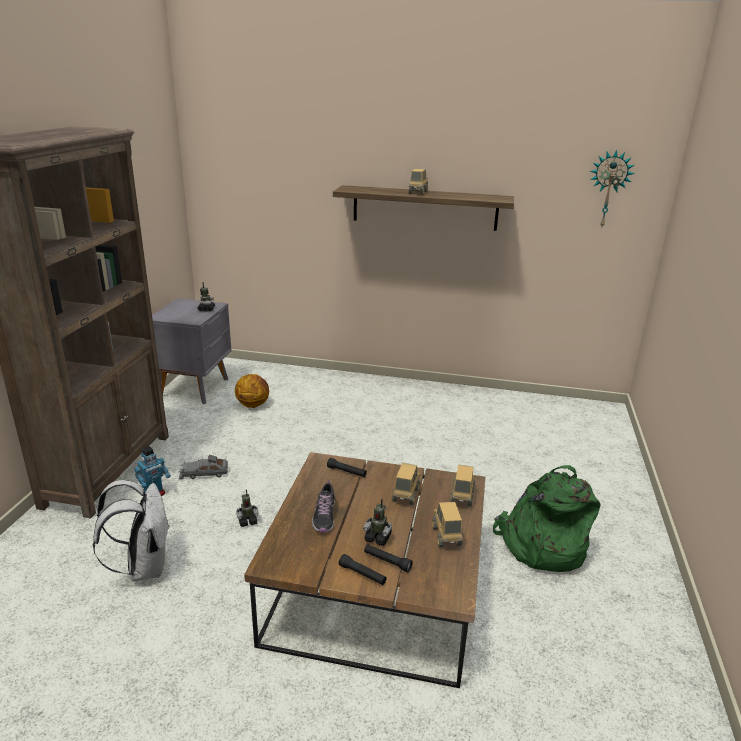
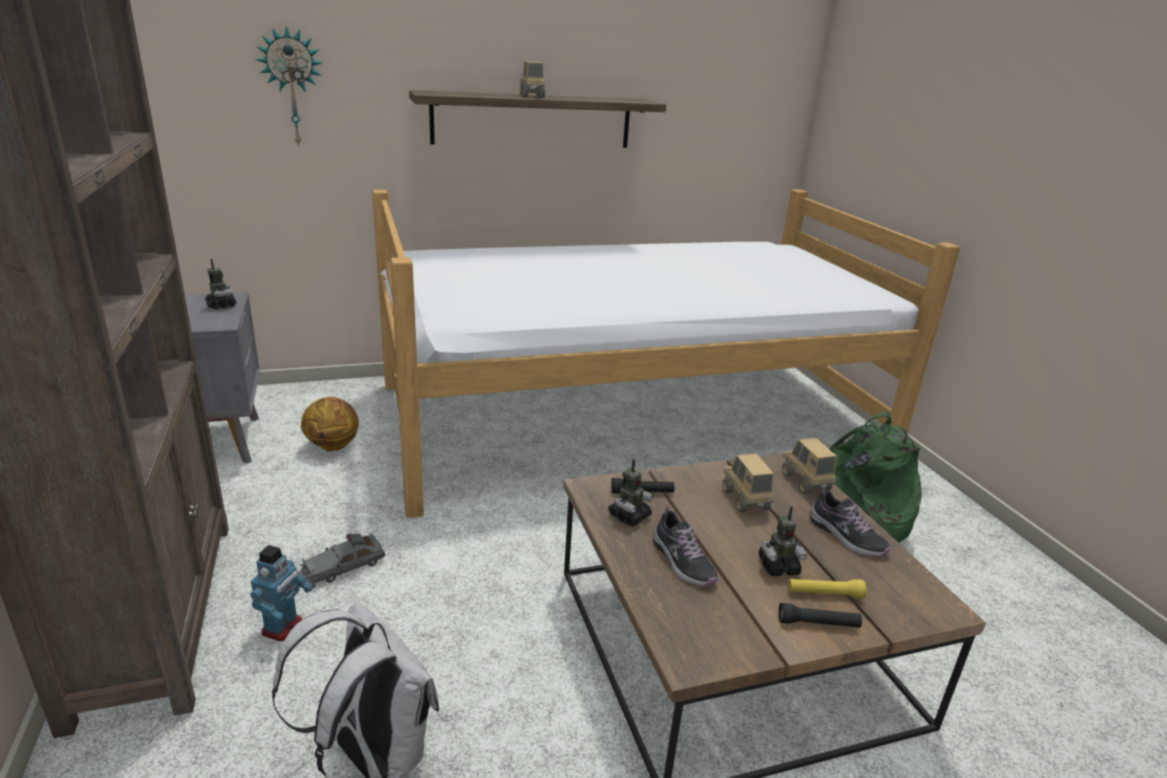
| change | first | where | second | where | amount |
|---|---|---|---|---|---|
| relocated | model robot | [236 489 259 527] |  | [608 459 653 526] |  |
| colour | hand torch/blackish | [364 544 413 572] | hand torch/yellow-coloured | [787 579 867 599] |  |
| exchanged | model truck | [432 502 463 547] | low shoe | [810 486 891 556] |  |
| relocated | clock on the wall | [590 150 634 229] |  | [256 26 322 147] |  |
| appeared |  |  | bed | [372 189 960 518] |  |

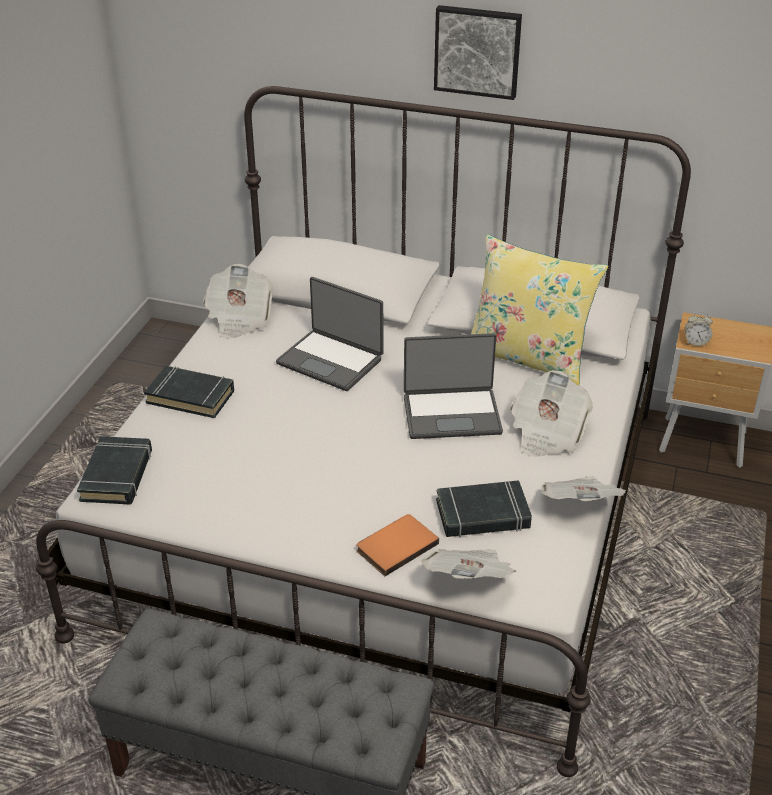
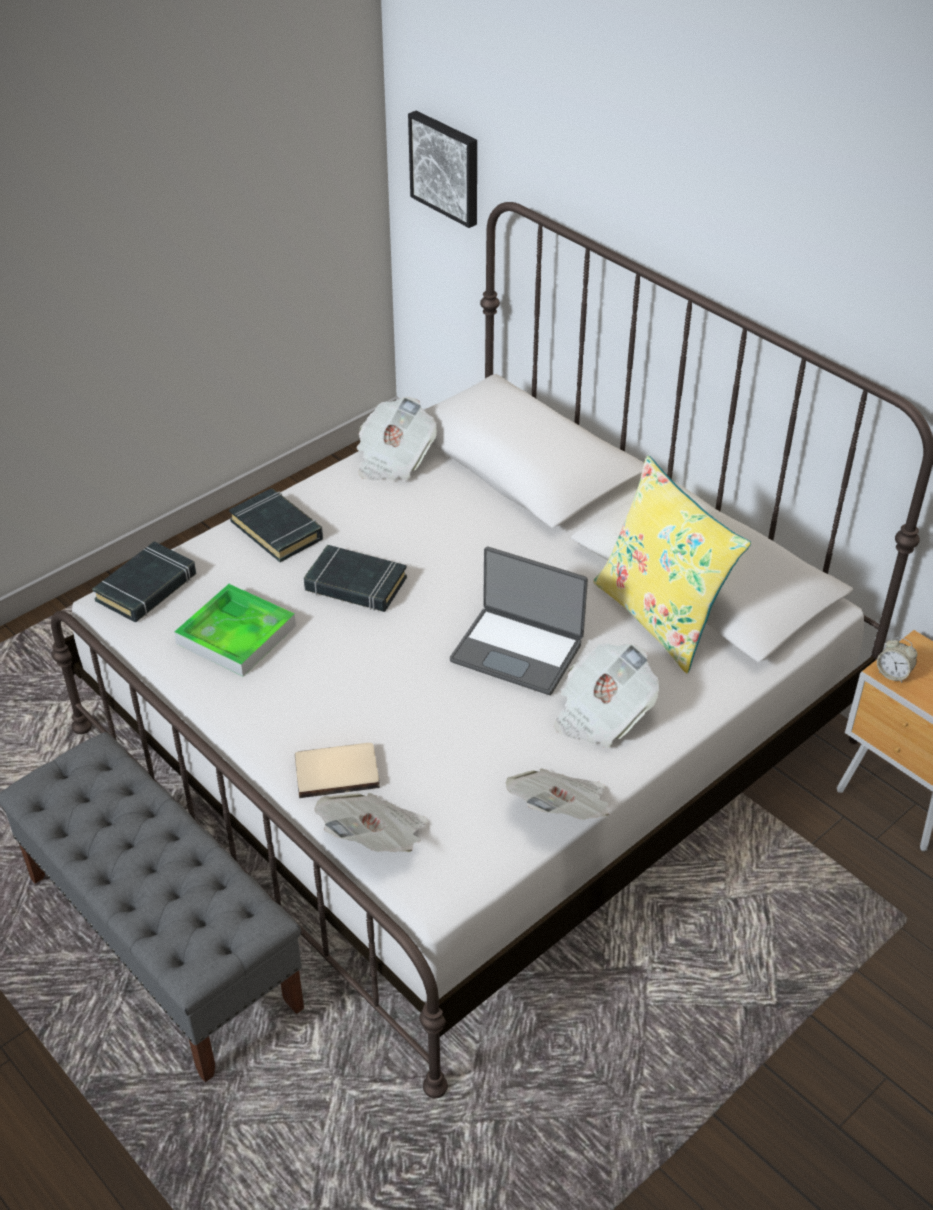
| change | first | where | second | where | amount |
|---|---|---|---|---|---|
| missing | laptop | [276 277 383 391] |  |  |  |
| colour | book/orange-coloured | [357 514 439 576] | book/beige-coloured | [295 743 380 798] |  |
| relocated | wall picture | [434 5 522 100] |  | [408 111 477 228] |  |
| relocated | book/blackish | [436 480 532 537] |  | [304 545 407 612] |  |
| appeared |  |  | carrying tray | [174 584 296 676] |  |

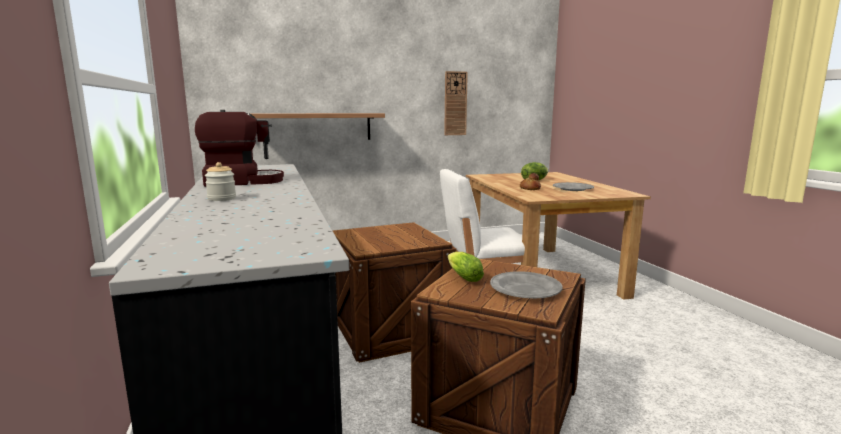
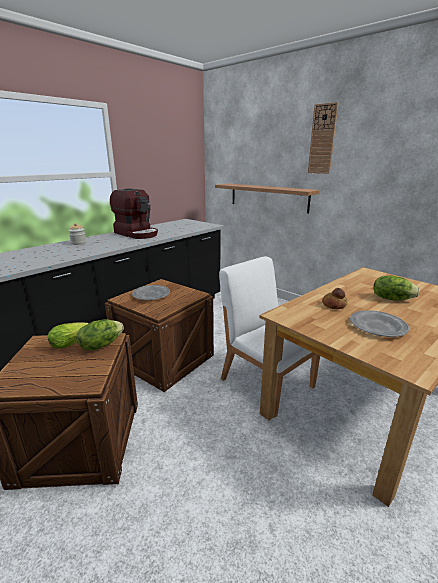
| change | first | where | second | where | amount |
|---|---|---|---|---|---|
| relocated | clock on the wall | [444 71 468 135] |  | [308 102 339 174] |  |
| relocated | plate/greyish | [490 271 562 298] |  | [132 285 170 300] |  |
| appeared |  |  | lettuce head | [77 319 124 350] |  |

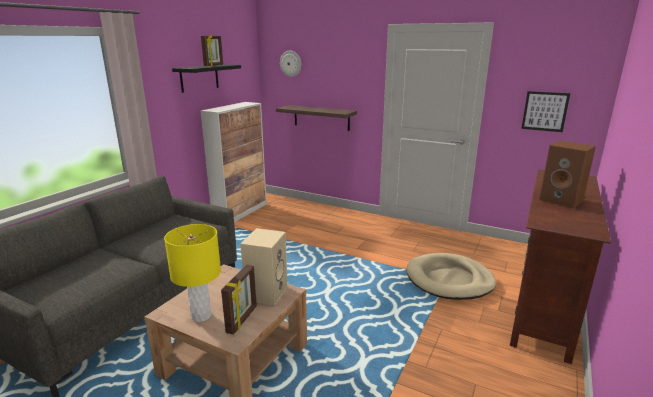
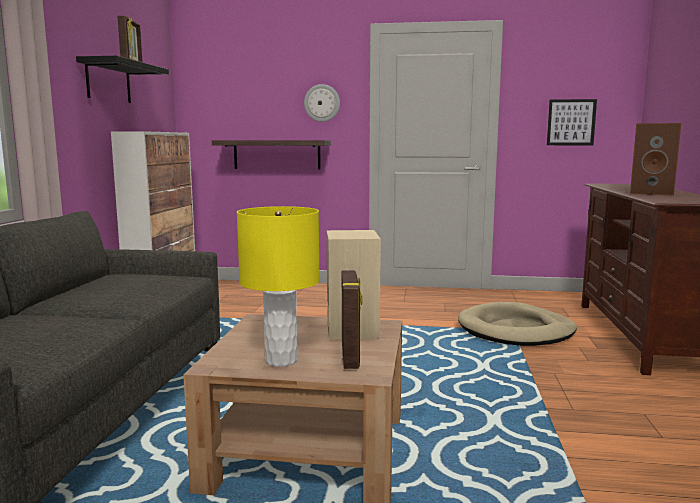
| change | first | where | second | where | amount |
|---|---|---|---|---|---|
| relocated | clock on the wall | [280 50 301 77] |  | [304 84 340 122] |  |

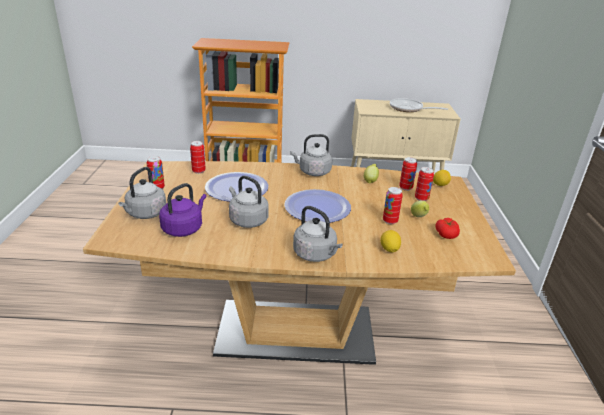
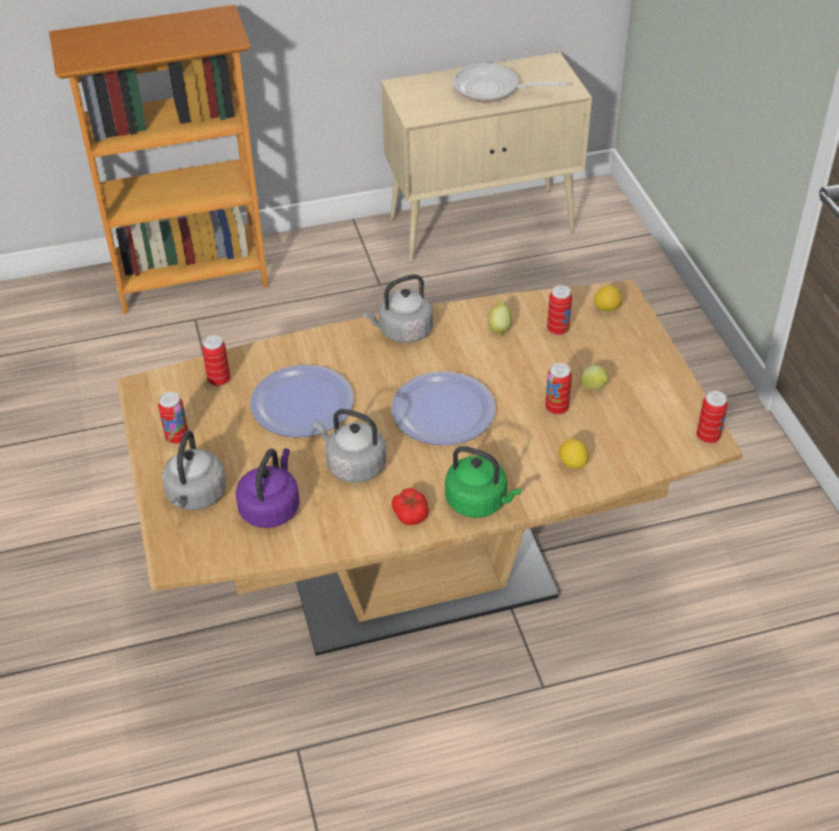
| change | first | where | second | where | amount |
|---|---|---|---|---|---|
| colour | kettle/greyish | [293 206 343 262] | kettle/greenish | [445 446 521 518] |  |
| relocated | sealed can | [415 167 434 201] |  | [697 391 728 444] |  |
| relocated | tomato | [435 218 460 239] |  | [392 488 429 525] |  |

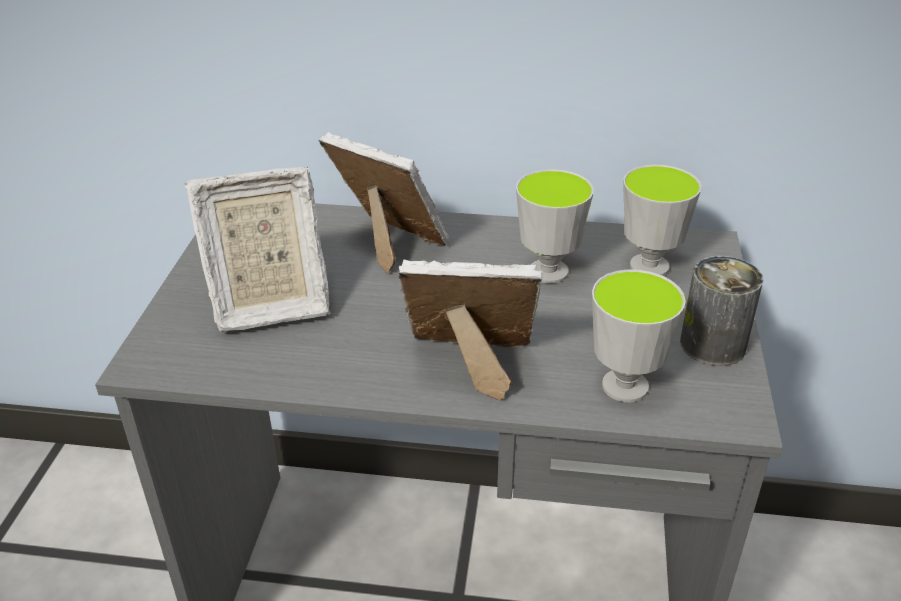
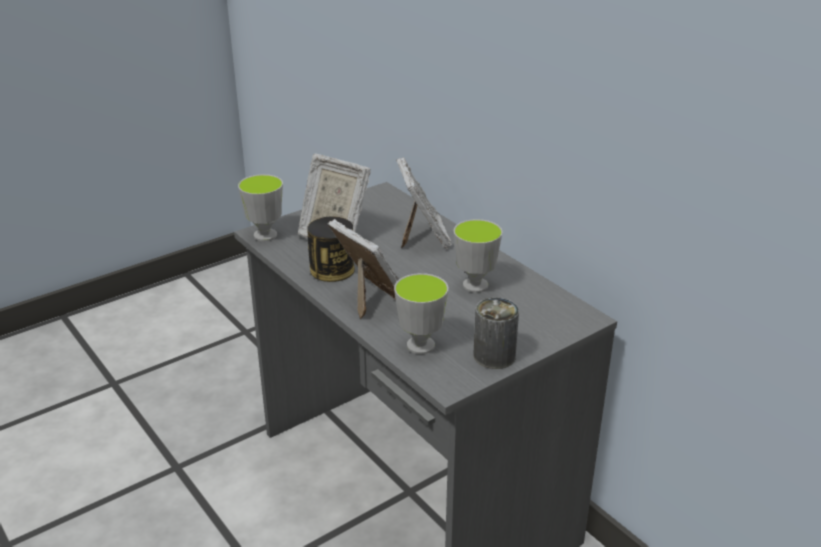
| change | first | where | second | where | amount |
|---|---|---|---|---|---|
| relocated | small cup | [623 165 702 276] |  | [238 174 283 241] |  |
| appeared |  |  | sealed can | [307 216 355 282] |  |

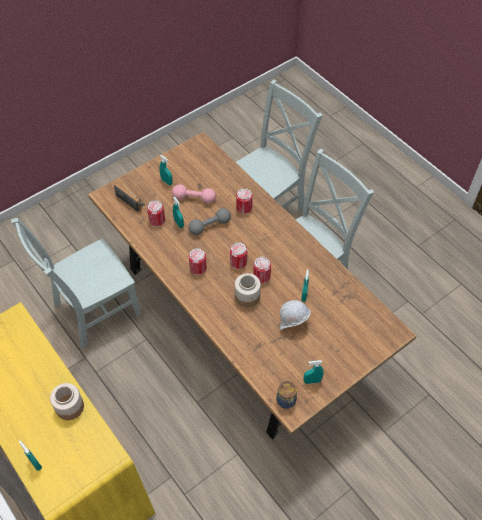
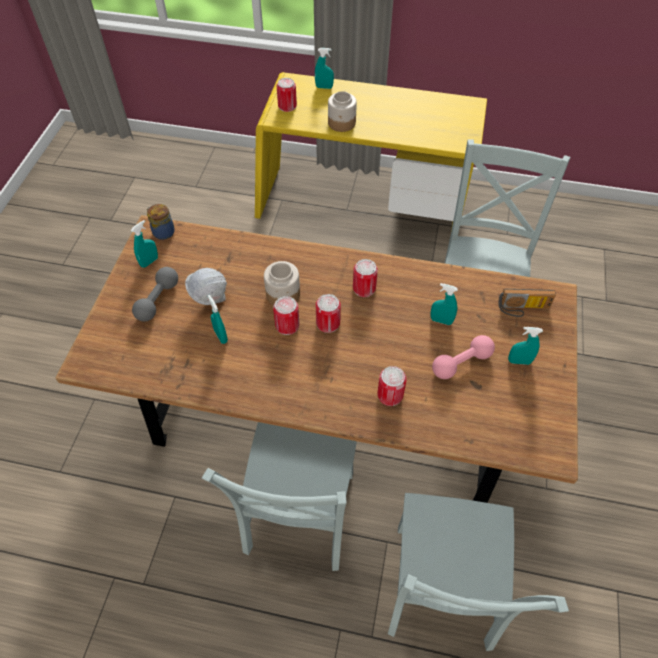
| change | first | where | second | where | amount |
|---|---|---|---|---|---|
| relocated | sealed can | [147 200 165 227] |  | [277 78 297 112] |  |
| relocated | hand weight/greyish | [188 208 231 235] |  | [132 267 178 322] |  |

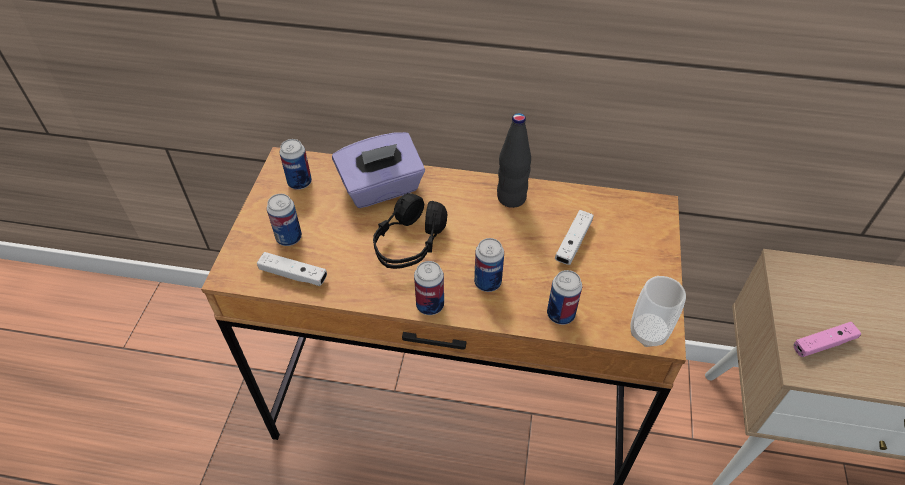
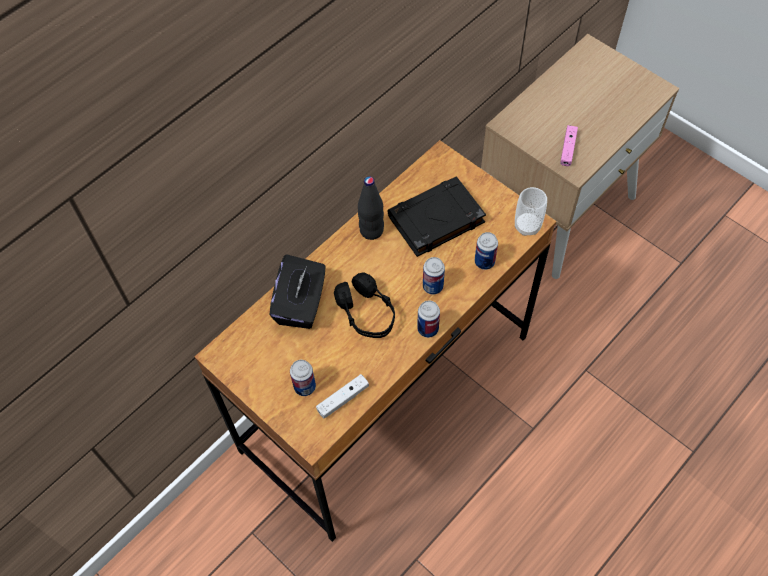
| change | first | where | second | where | amount |
|---|---|---|---|---|---|
| missing | sealed can | [280 139 312 190] |  |  |  |
| colour | tissue holder/purple | [332 132 425 208] | tissue holder/blackish | [269 254 326 329] |  |
| exchanged | game controller/whitish | [555 210 594 265] | book/blackish | [387 177 486 257] |  |

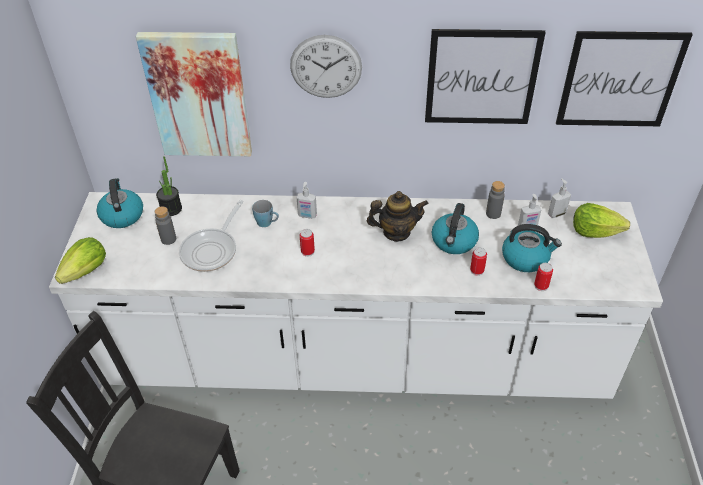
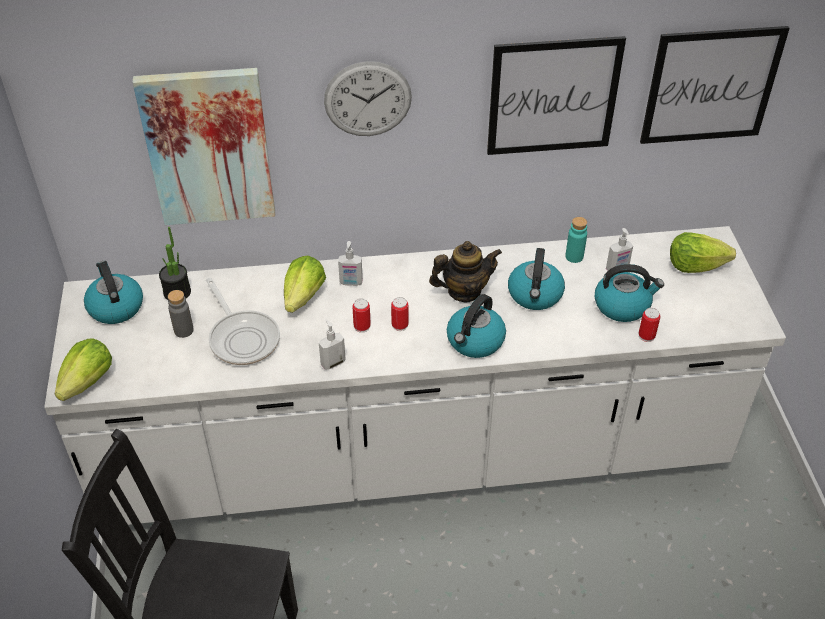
| change | first | where | second | where | amount |
|---|---|---|---|---|---|
| spun | pan | [179 200 244 272] |  | [206 278 280 365] | 45 degrees counterclockwise |
| exchanged | tea mug/bluish | [252 200 279 227] | lettuce head | [284 255 326 313] |  |
| relocated | sealed can | [470 247 487 276] |  | [391 297 409 331] |  |
| colour | drink bottle/greyish | [486 181 505 219] | drink bottle/blue-green | [565 217 587 263] |  |
| relocated | liquid soap bottle | [548 178 571 218] |  | [319 319 346 370] |  |
| appeared |  |  | kettle | [447 294 506 358] |  |

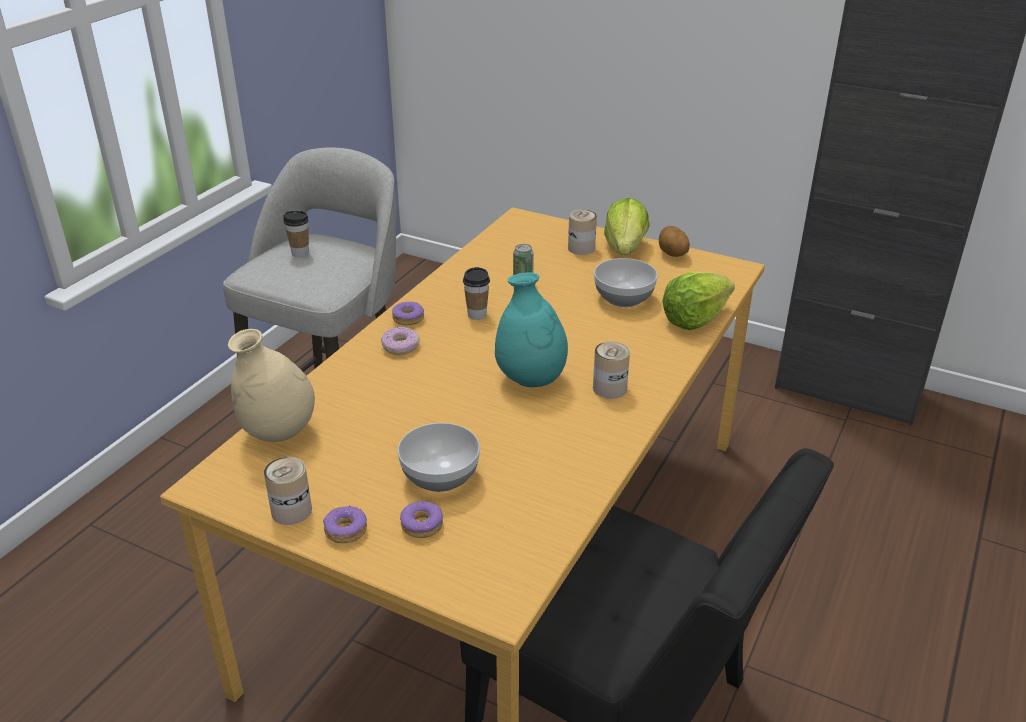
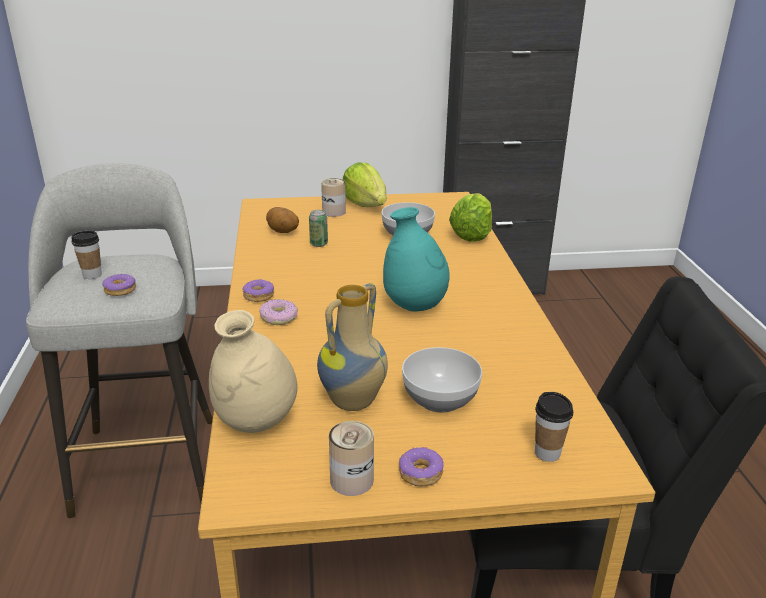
| change | first | where | second | where | amount |
|---|---|---|---|---|---|
| relocated | doughnut | [400 501 443 538] |  | [102 274 136 296] |  |
| relocated | small cup | [463 267 490 320] |  | [535 392 573 462] |  |
| missing | sealed can | [593 341 630 399] |  |  |  |
| relocated | whole potato | [659 226 690 257] |  | [266 207 299 233] |  |
| appeared |  |  | decorative vase | [317 283 388 411] |  |

